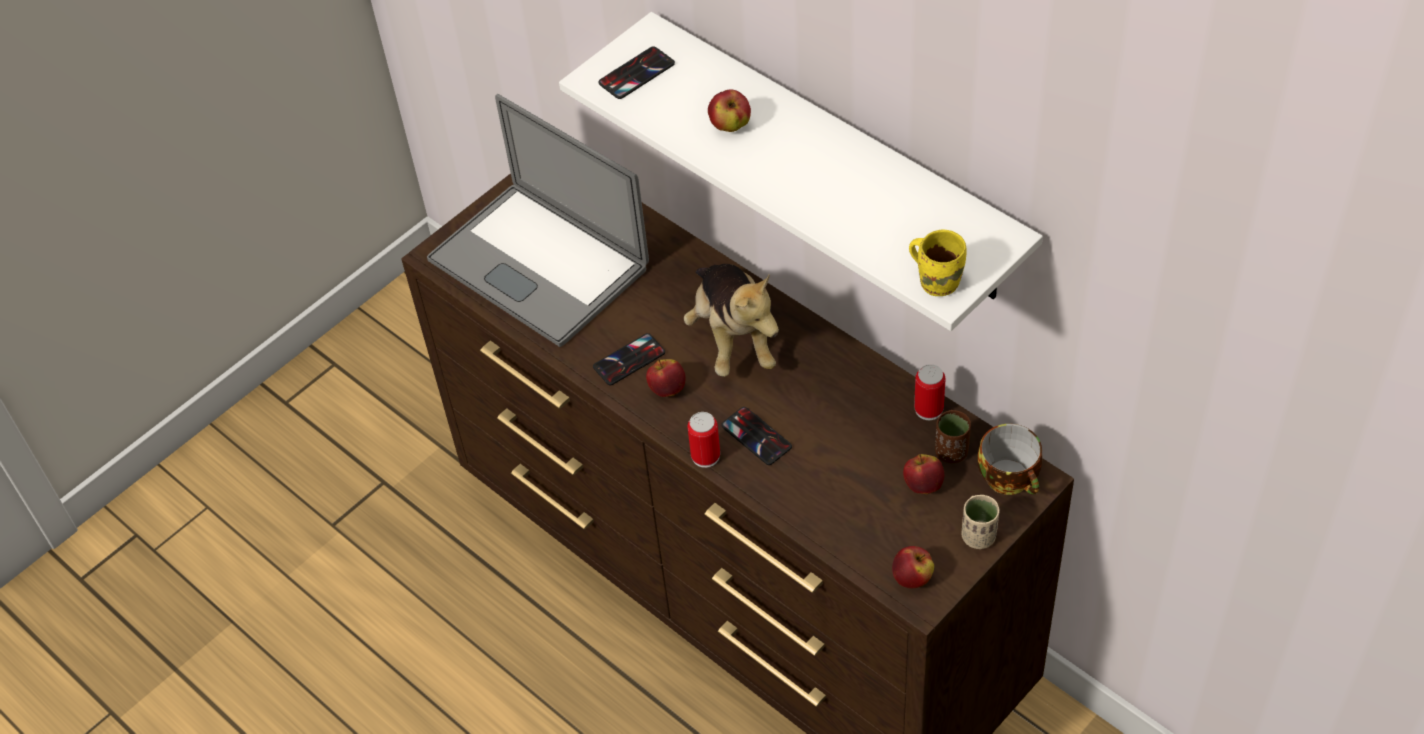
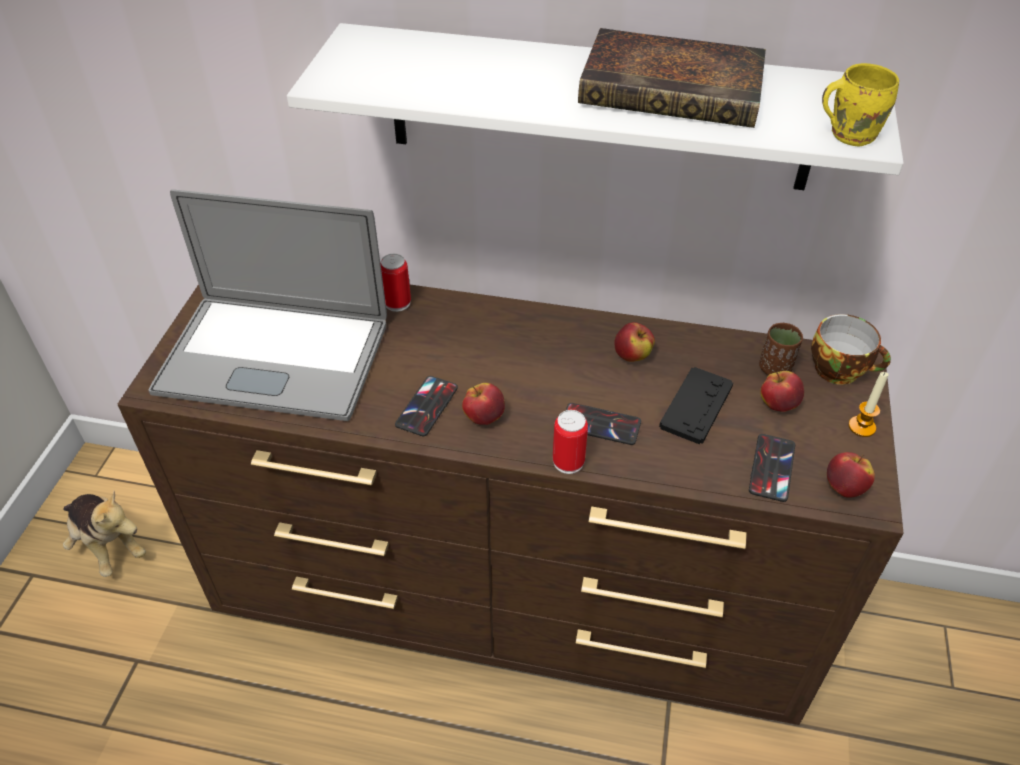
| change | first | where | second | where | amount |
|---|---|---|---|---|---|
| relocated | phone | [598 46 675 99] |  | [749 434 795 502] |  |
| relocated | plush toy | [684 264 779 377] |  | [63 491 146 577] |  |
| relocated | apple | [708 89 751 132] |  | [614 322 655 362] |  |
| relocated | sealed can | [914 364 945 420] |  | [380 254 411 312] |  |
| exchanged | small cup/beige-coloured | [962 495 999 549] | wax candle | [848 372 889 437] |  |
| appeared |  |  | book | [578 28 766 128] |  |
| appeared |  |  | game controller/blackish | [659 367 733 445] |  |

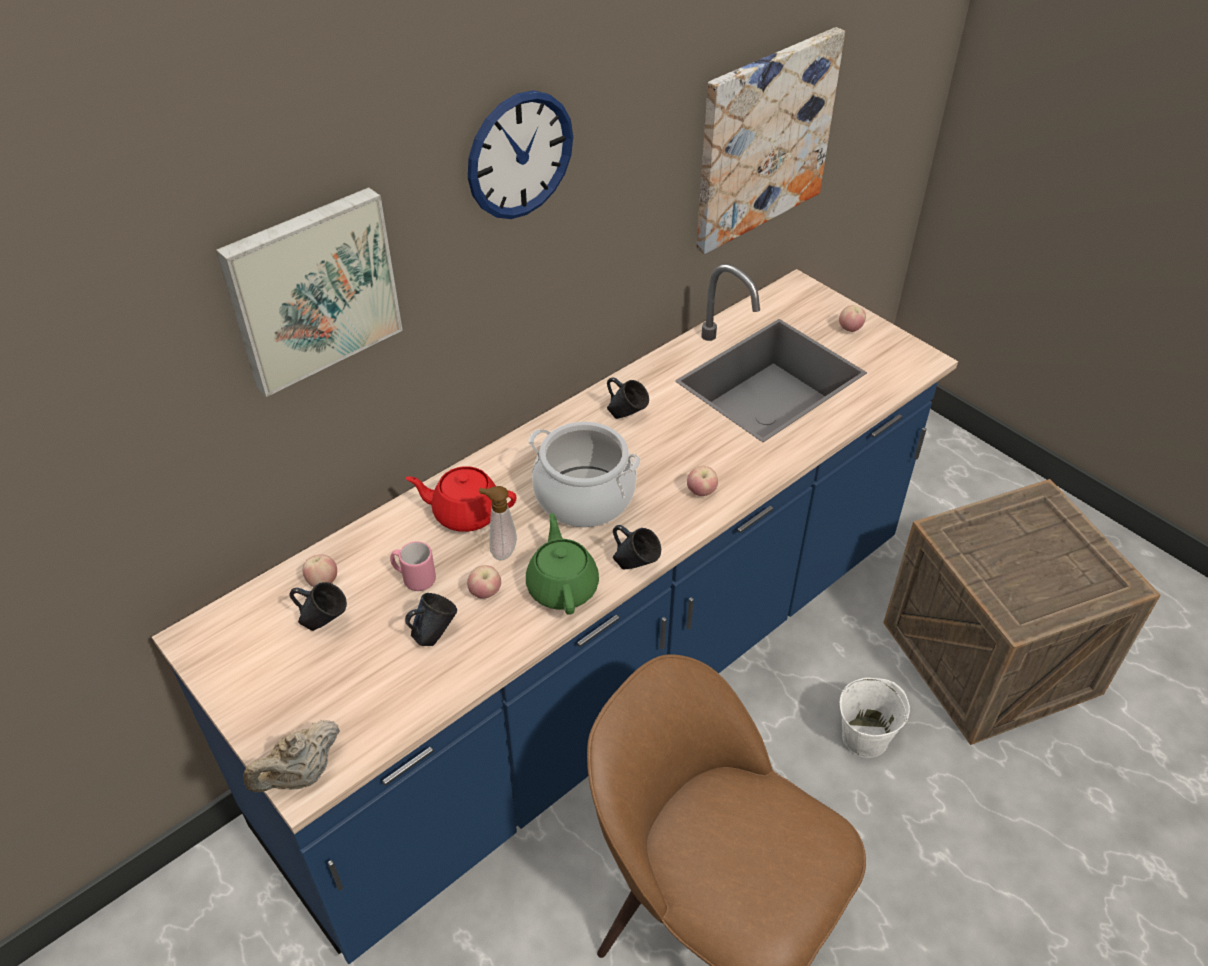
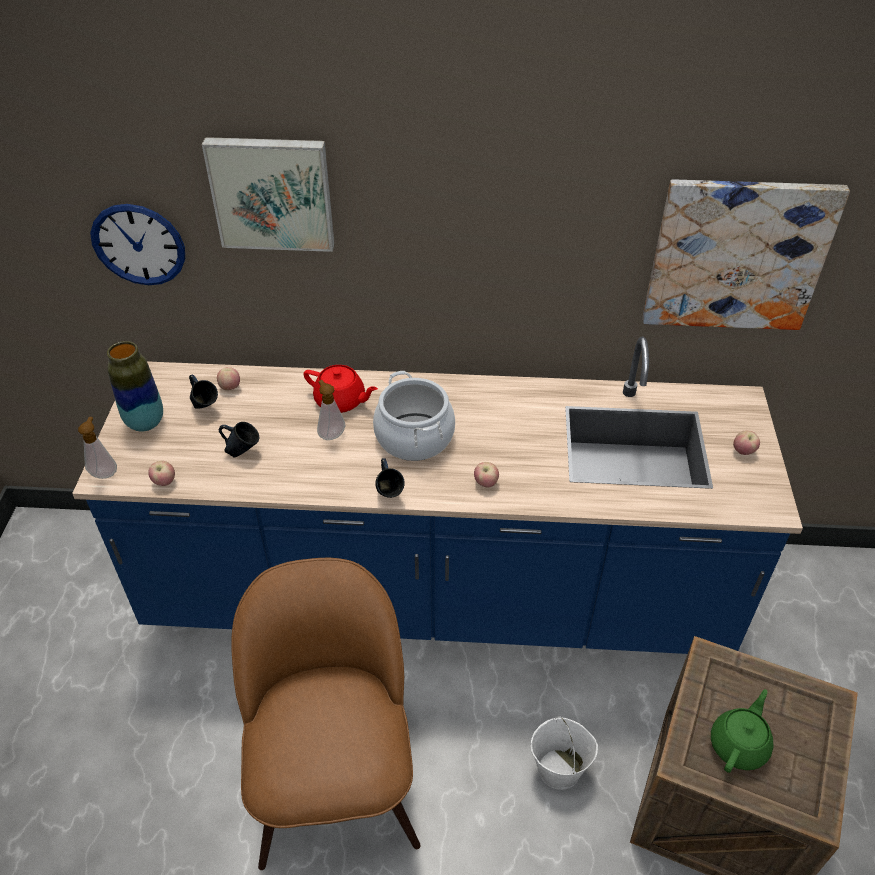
| change | first | where | second | where | amount |
|---|---|---|---|---|---|
| exchanged | tea pot/beige-coloured | [243 720 340 792] | liquid soap bottle | [78 417 117 479] |  |
| missing | tea mug/pink | [390 541 436 591] |  |  |  |
| spun | tea pot/reddish | [406 466 517 532] |  | [303 365 378 413] | 150 degrees clockwise |
| relocated | apple | [467 565 501 599] |  | [148 461 175 486] |  |
| relocated | clock on the wall | [468 90 573 219] |  | [90 204 185 285] |  |
| relocated | tea pot/greenish | [526 513 599 615] |  | [711 689 773 773] |  |
| missing | tea mug/bluish | [607 378 649 419] |  |  |  |
| appeared |  |  | decorative vase | [107 341 163 432] |  |

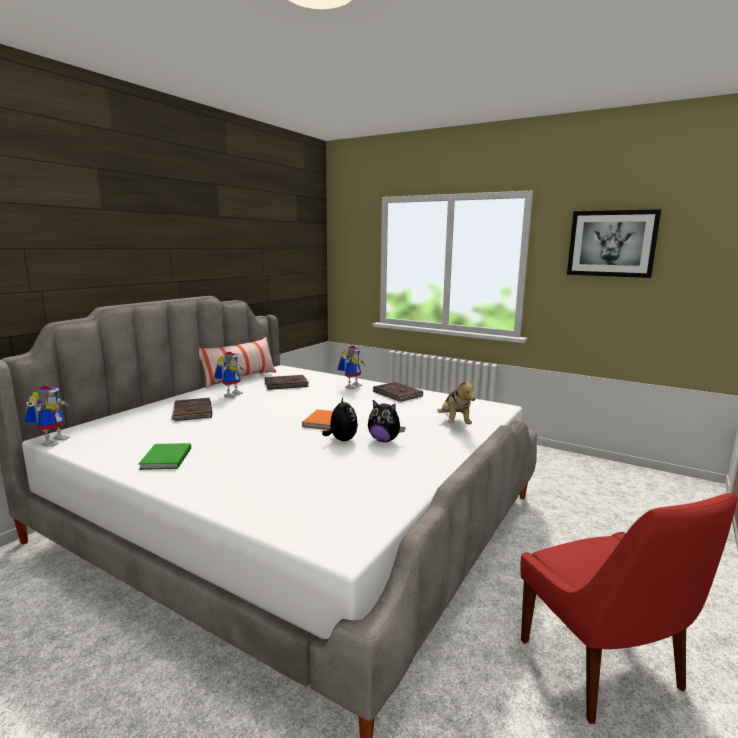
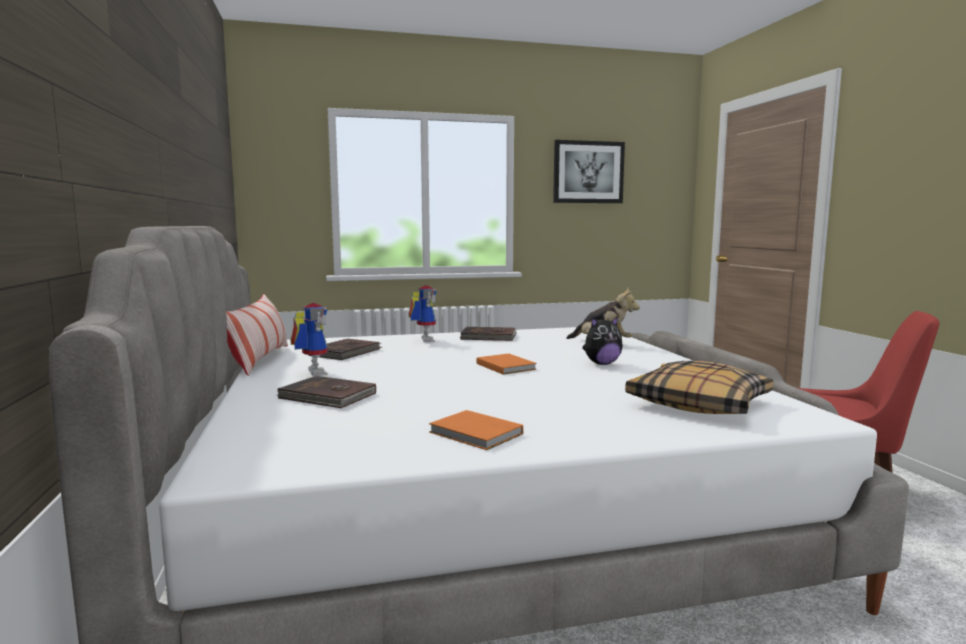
| change | first | where | second | where | amount |
|---|---|---|---|---|---|
| missing | model robot | [24 386 73 447] |  |  |  |
| colour | book/greenish | [138 443 191 470] | book/orange-coloured | [429 410 523 450] |  |
| missing | plush toy | [322 397 358 441] |  |  |  |
| appeared |  |  | throw pillow | [625 361 773 414] |  |

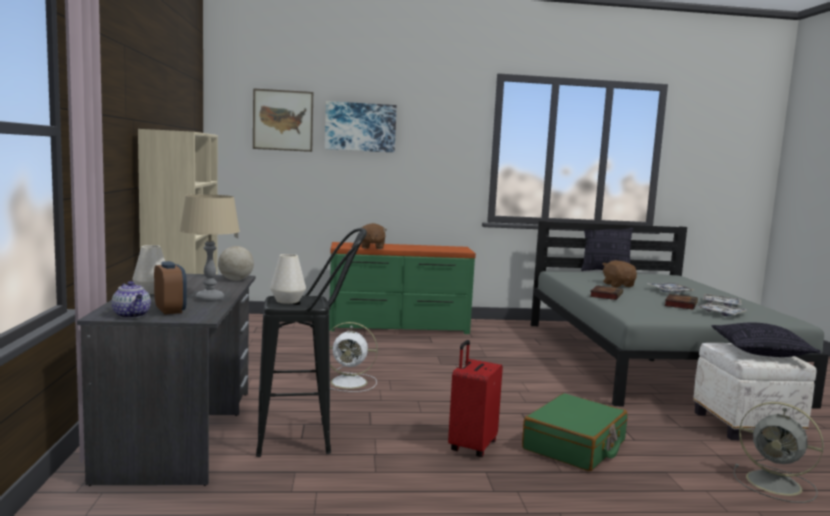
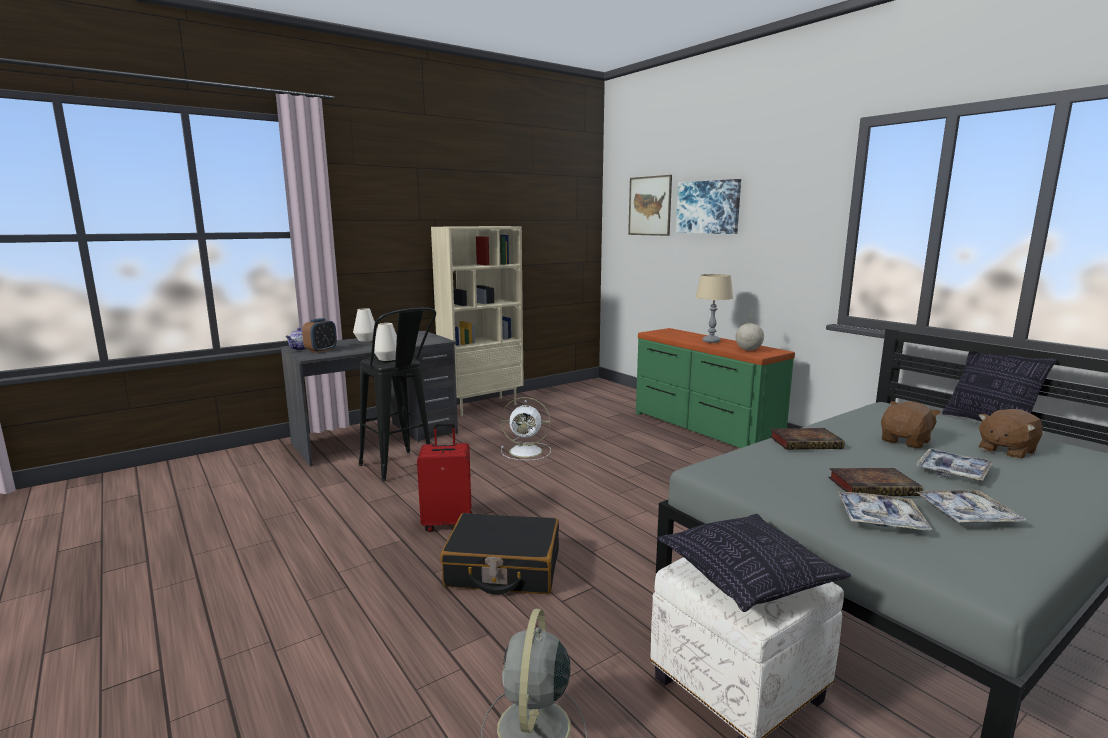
| change | first | where | second | where | amount |
|---|---|---|---|---|---|
| relocated | tabletop lamp/beige-coloured | [179 194 240 302] |  | [696 274 733 343] |  |
| relocated | desk globe | [218 233 254 281] |  | [736 308 764 350] |  |
| spun | fan/whitish | [329 322 378 392] |  | [500 397 551 461] | 60 degrees counterclockwise |
| relocated | plush toy/brown | [361 223 387 249] |  | [978 409 1043 459] |  |
| colour | travel case/greenish | [522 393 627 471] | travel case/blackish | [440 513 559 595] |  |

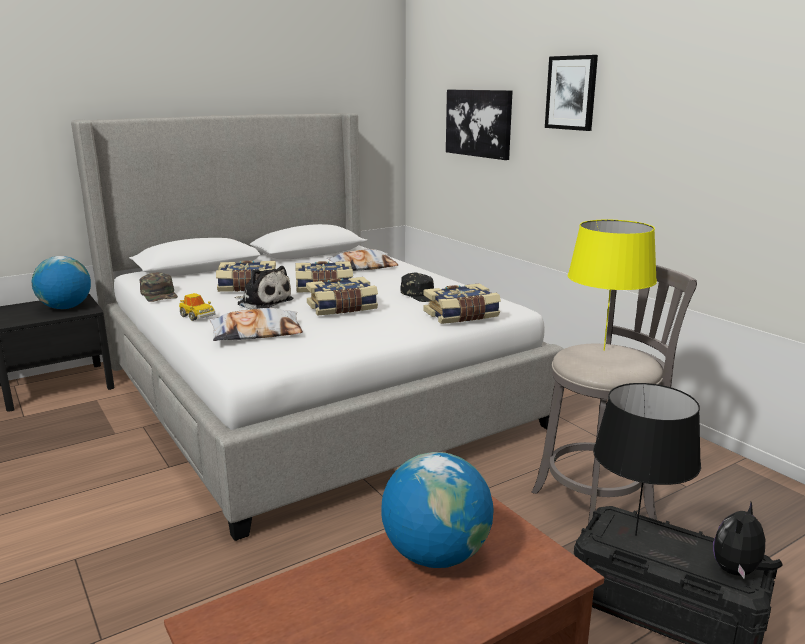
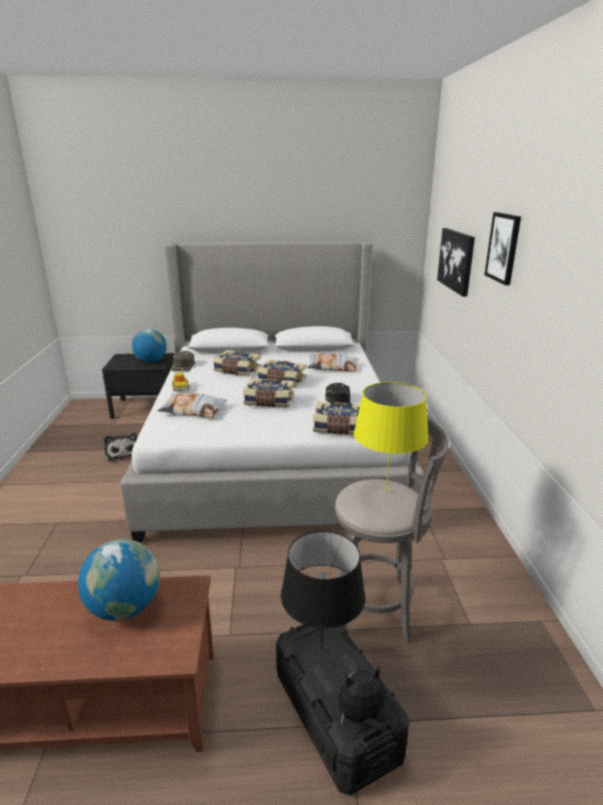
| change | first | where | second | where | amount |
|---|---|---|---|---|---|
| relocated | plush toy | [234 266 293 310] |  | [104 433 137 462] |  |

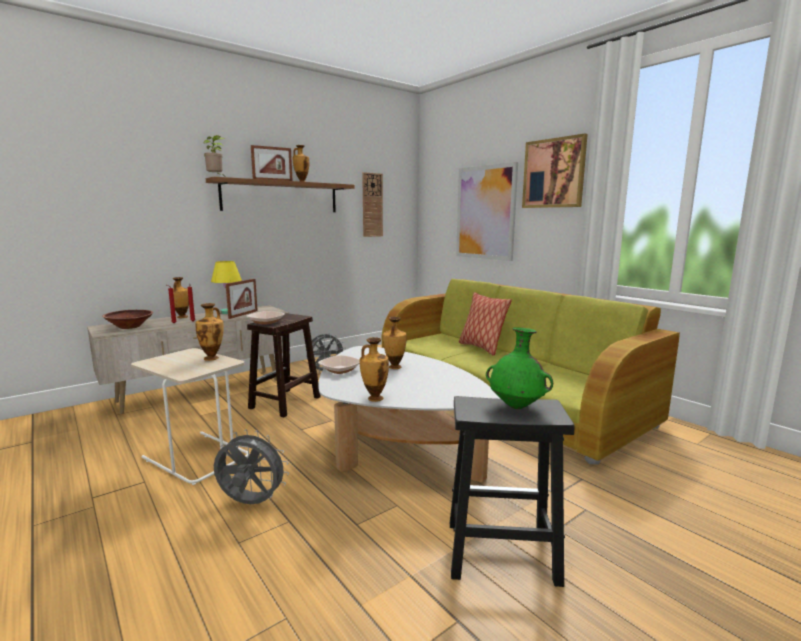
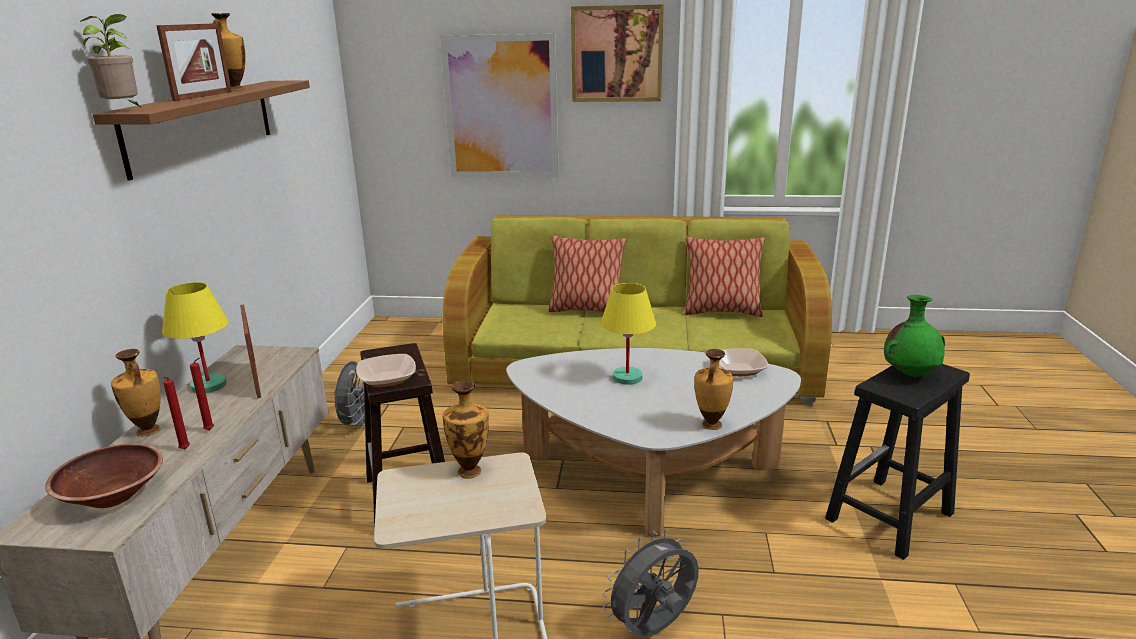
| change | first | where | second | where | amount |
|---|---|---|---|---|---|
| relocated | bowl | [318 355 360 374] |  | [719 348 768 376] |  |
| missing | clock on the wall | [362 172 383 237] |  |  |  |
| exchanged | decorative vase | [383 317 407 369] | tabletop lamp/yellow-coloured | [601 283 656 385] |  |
| appeared |  |  | throw pillow | [684 236 765 317] |  |

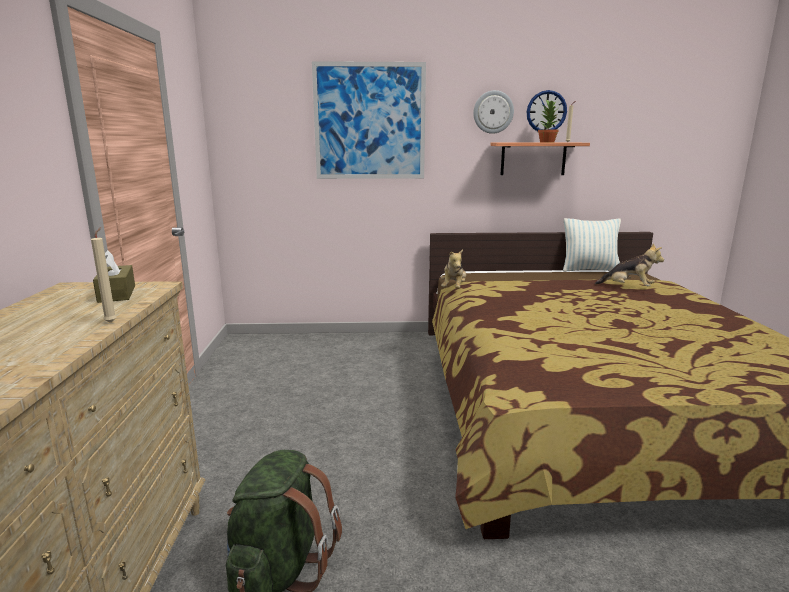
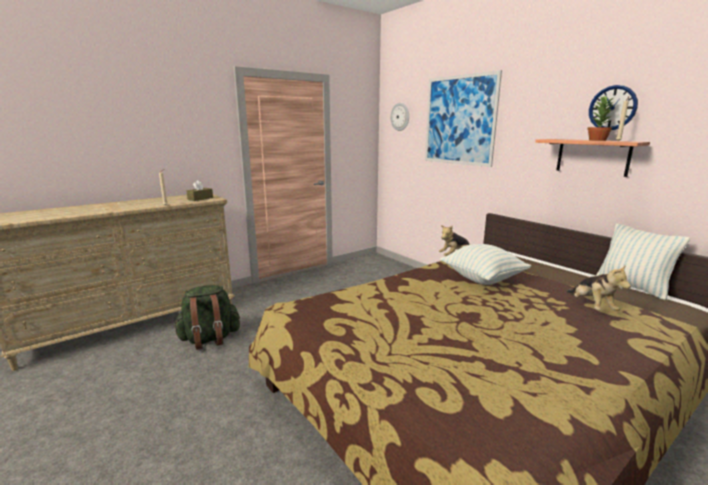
| change | first | where | second | where | amount |
|---|---|---|---|---|---|
| relocated | clock on the wall | [473 90 514 134] |  | [391 103 409 131] |  |
| appeared |  |  | throw pillow | [440 244 531 285] |  |

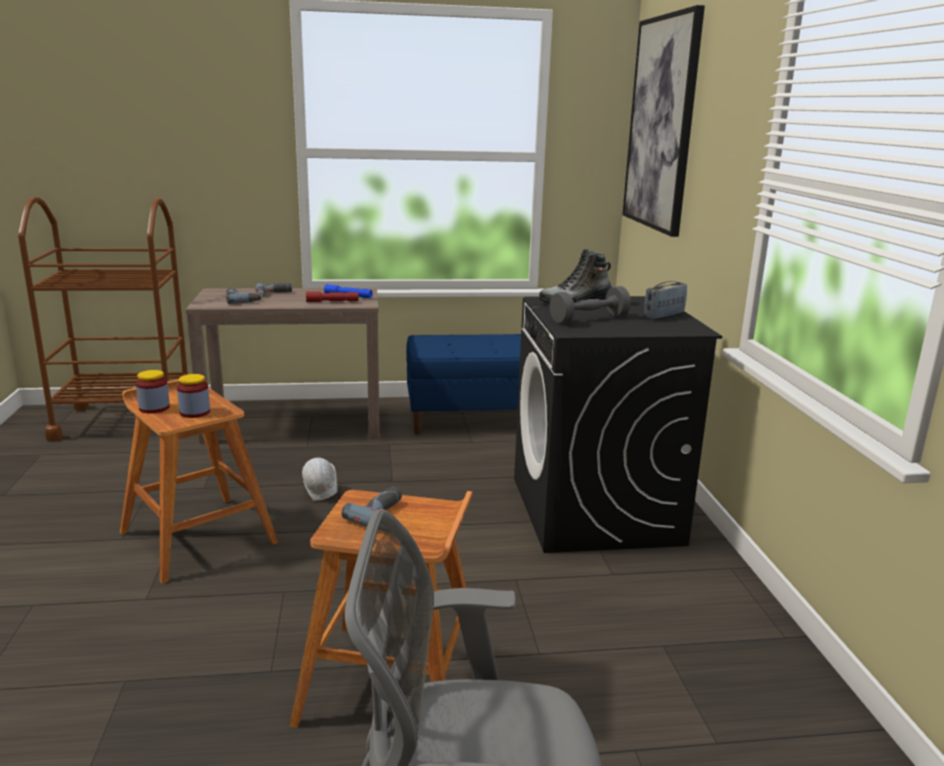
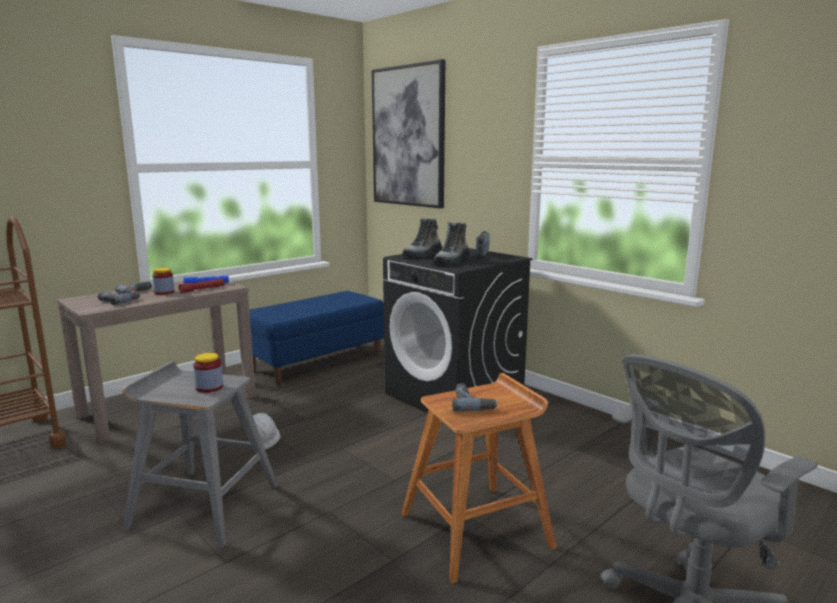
| change | first | where | second | where | amount |
|---|---|---|---|---|---|
| colour | sitting stool/brown | [120 379 278 584] | sitting stool/greyish | [122 361 278 548] |  |
| relocated | preserve jar | [136 370 170 413] |  | [152 268 175 295] |  |
| exchanged | hand weight/greyish | [550 286 631 324] | tall boot | [433 222 470 265] |  |

